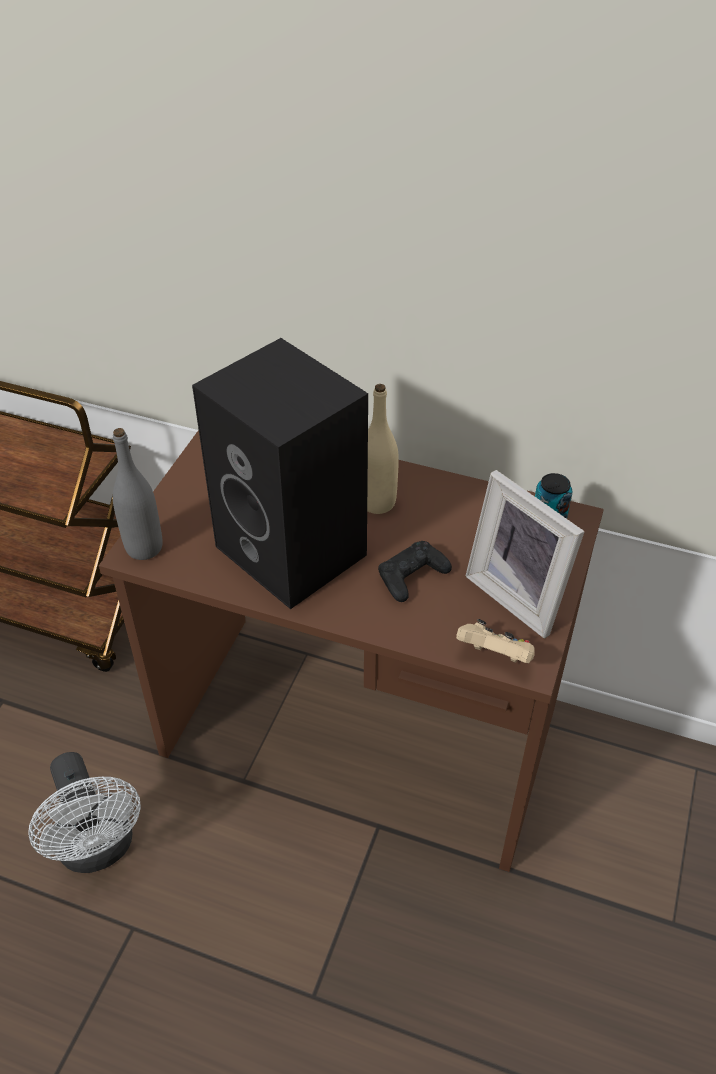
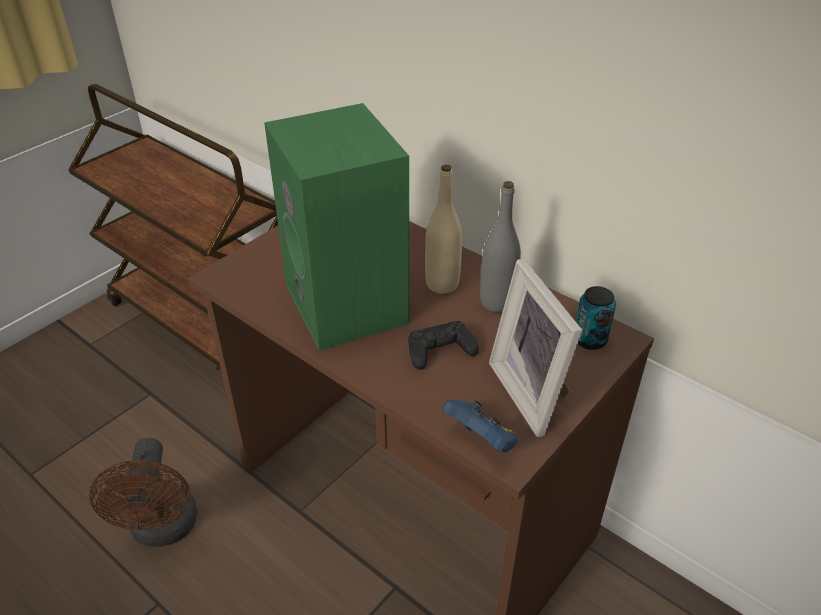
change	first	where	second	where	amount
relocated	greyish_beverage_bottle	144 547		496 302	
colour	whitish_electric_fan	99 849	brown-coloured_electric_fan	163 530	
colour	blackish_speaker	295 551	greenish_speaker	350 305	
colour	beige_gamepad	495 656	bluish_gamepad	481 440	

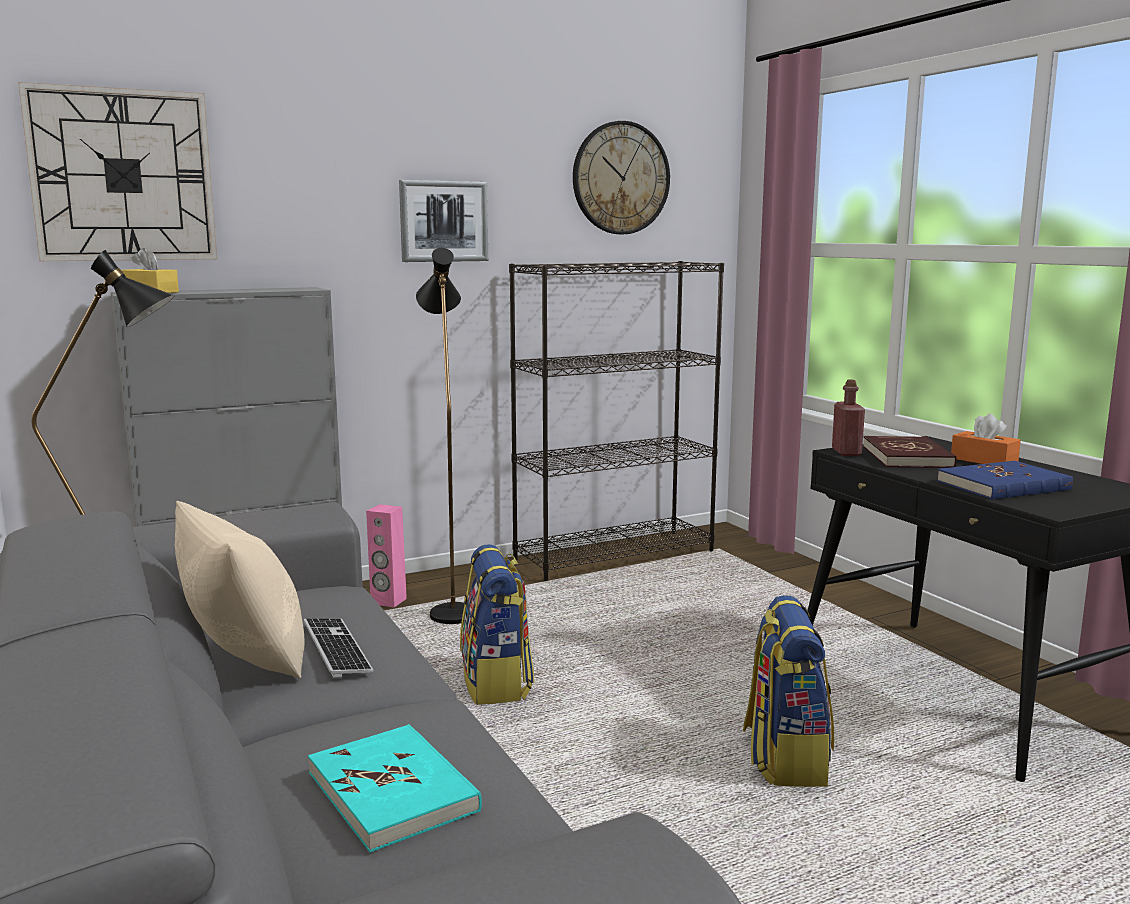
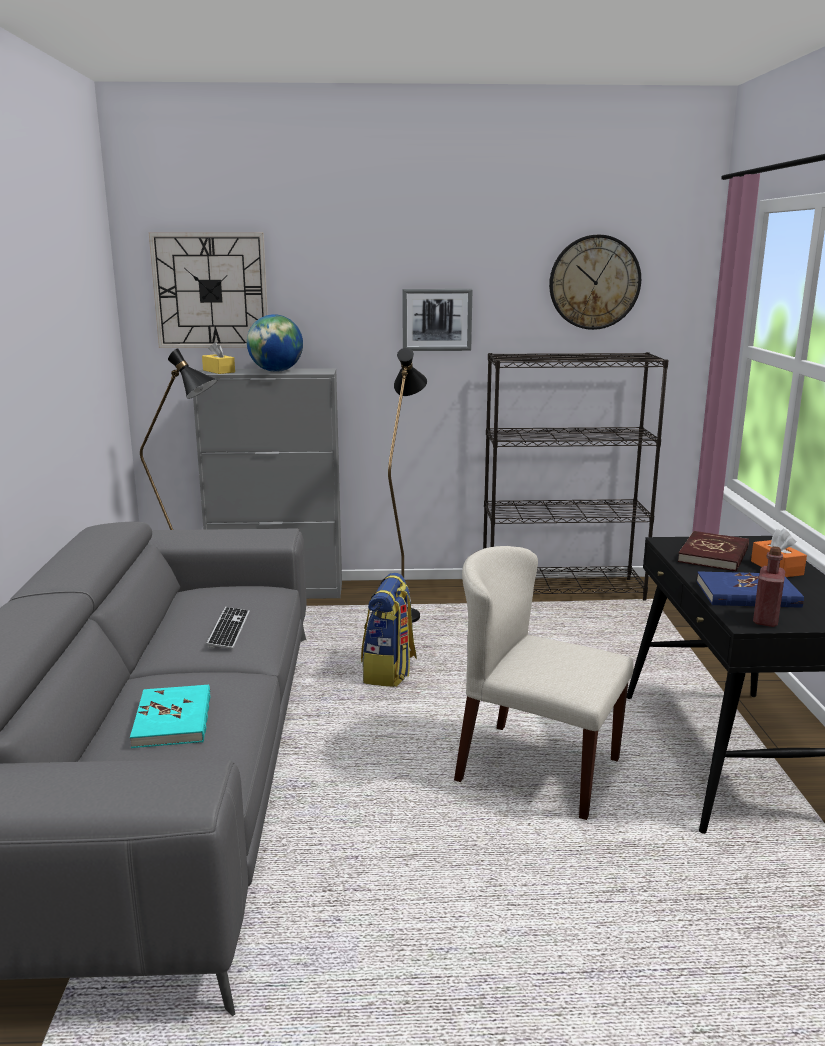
change	first	where	second	where	amount
missing	beige_cushion	246 655			
missing	pink-coloured_speaker	388 601			
appeared			globe	276 371	
relocated	red-coloured_beverage_bottle	846 452		765 619	
exchanged	backpack	784 758	beige_chair	536 769	

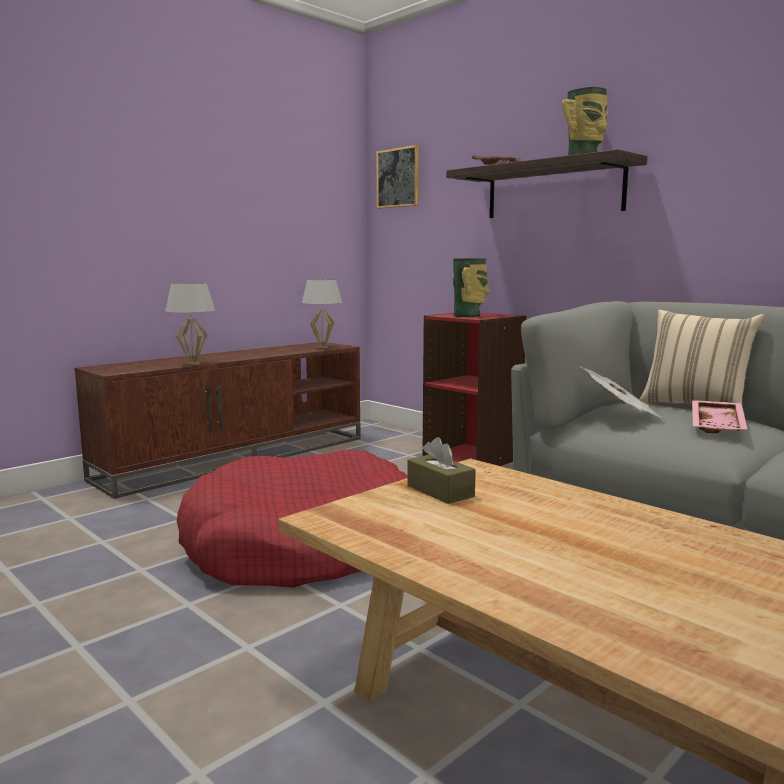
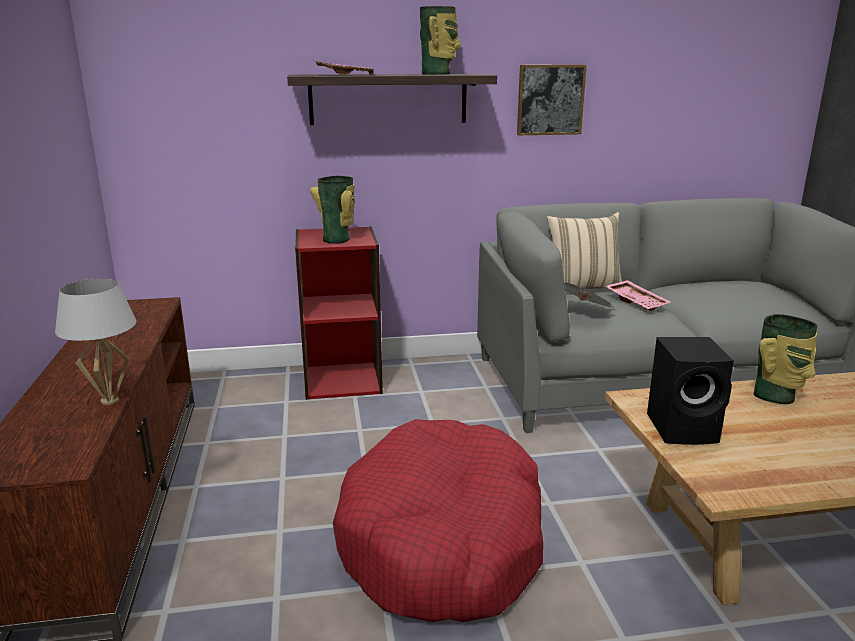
change	first	where	second	where	amount
missing	whitish_tabletop_lamp	322 347			
appeared			vase	776 397	
relocated	picture	398 178		550 100	
exchanged	brown-coloured_tissue_box	440 491	blackish_speaker	684 429	

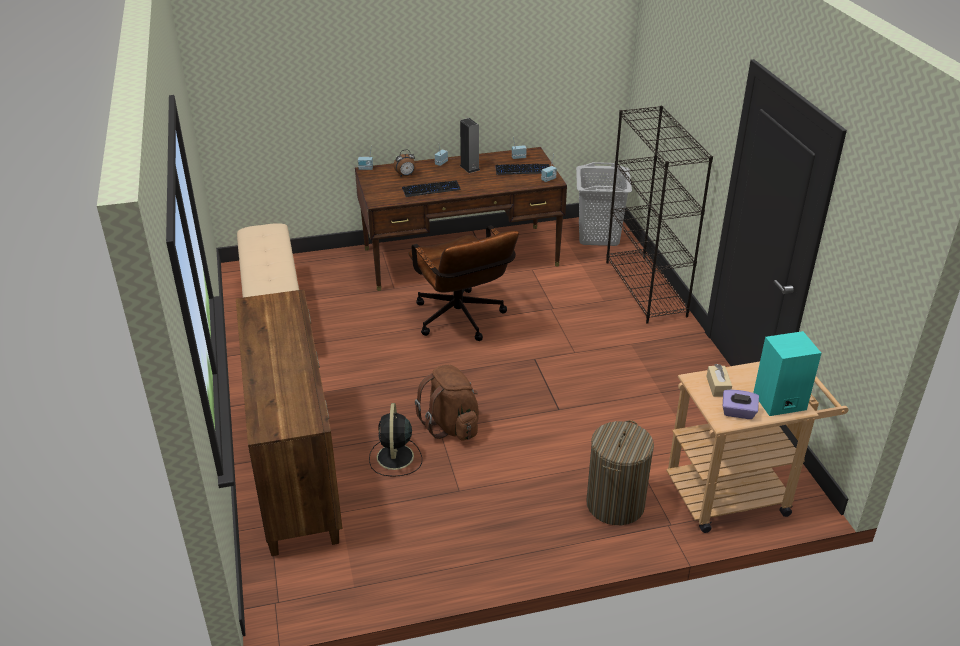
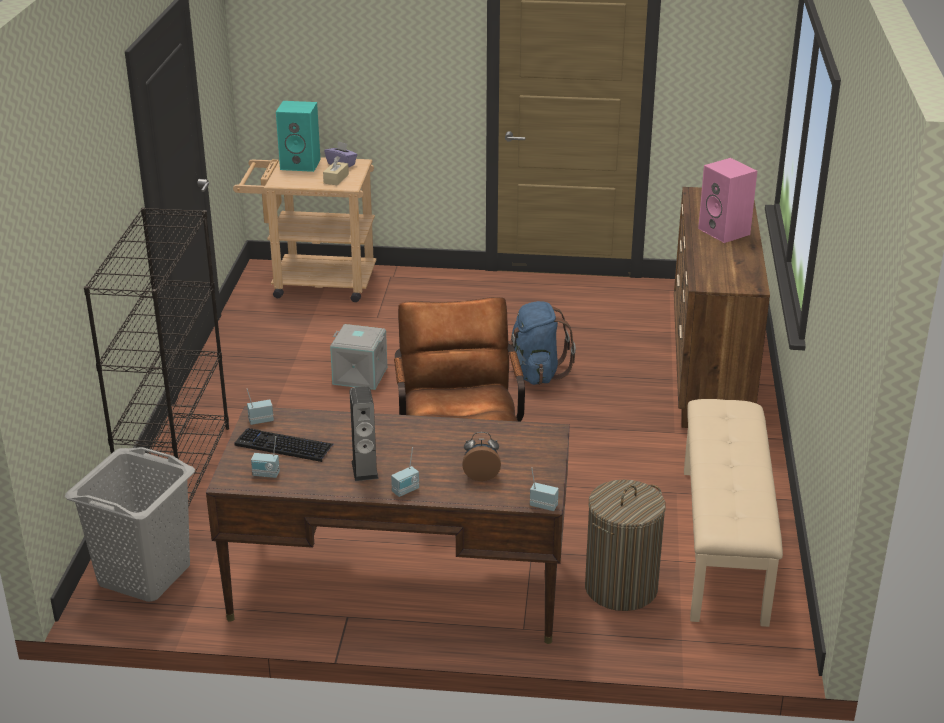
change	first	where	second	where	amount
missing	blackish_electric_fan	395 458			
missing	PC_keyboard	431 189			
appeared			greyish_storage_container	359 376	
appeared			pink-coloured_speaker	725 232	
relocated	hamper	615 504		621 588	
colour	brown-coloured_backpack	451 425	bluish_backpack	536 373	

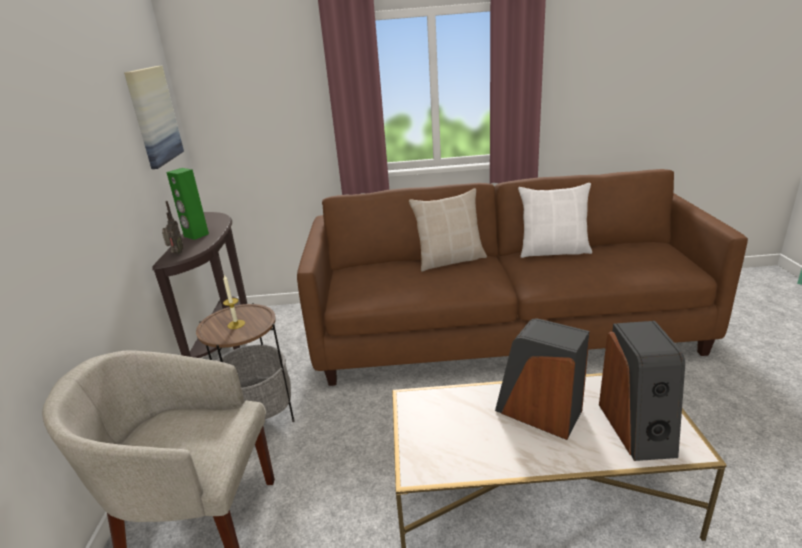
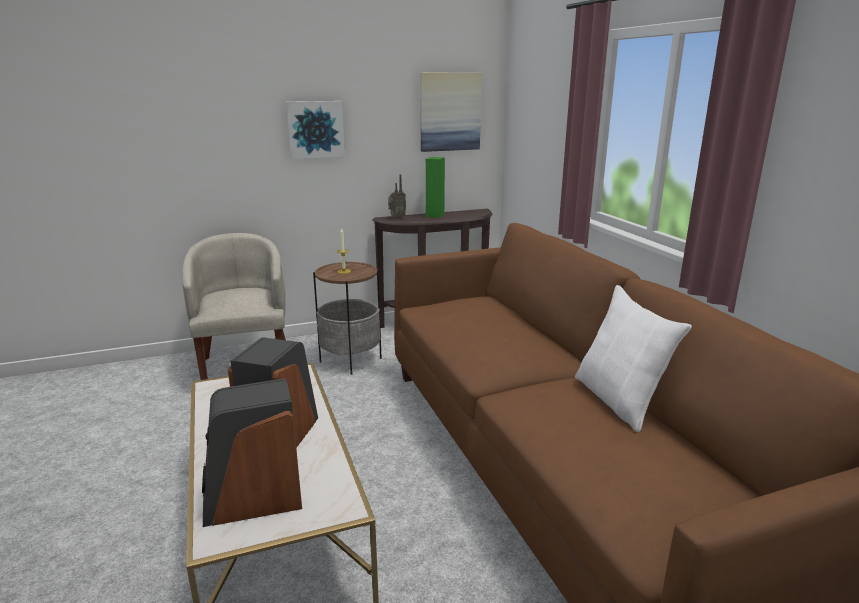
change	first	where	second	where	amount
missing	beige_cushion	450 260			
appeared			picture	315 129	

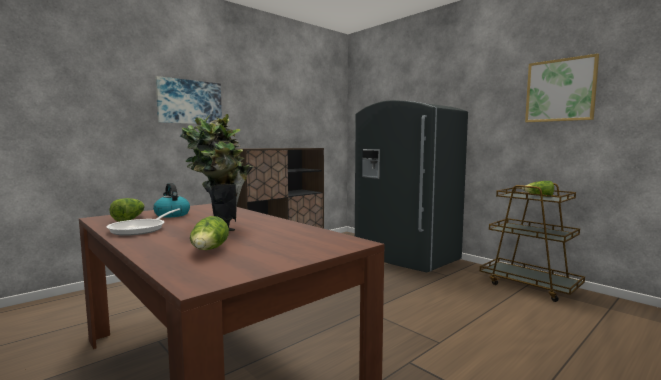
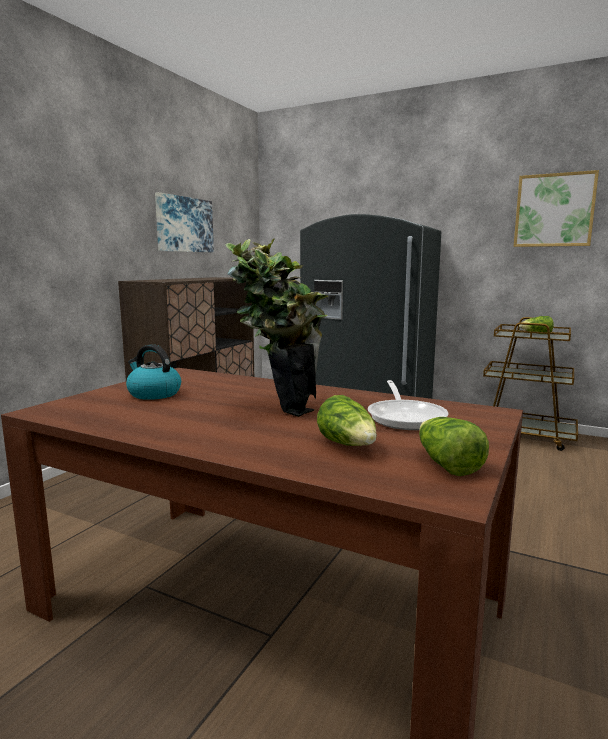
change	first	where	second	where	amount
relocated	frying_pan	141 229		405 417	
relocated	lettuce	129 219		446 465	
relocated	picture	189 102		184 224	

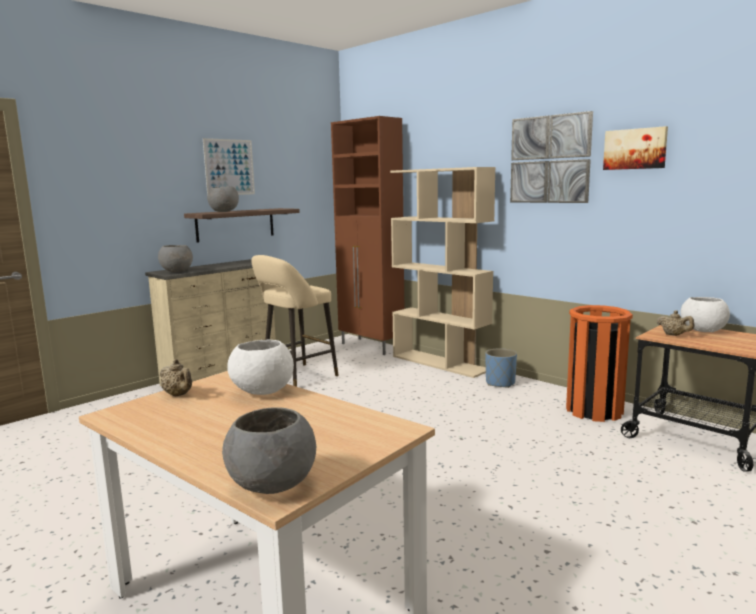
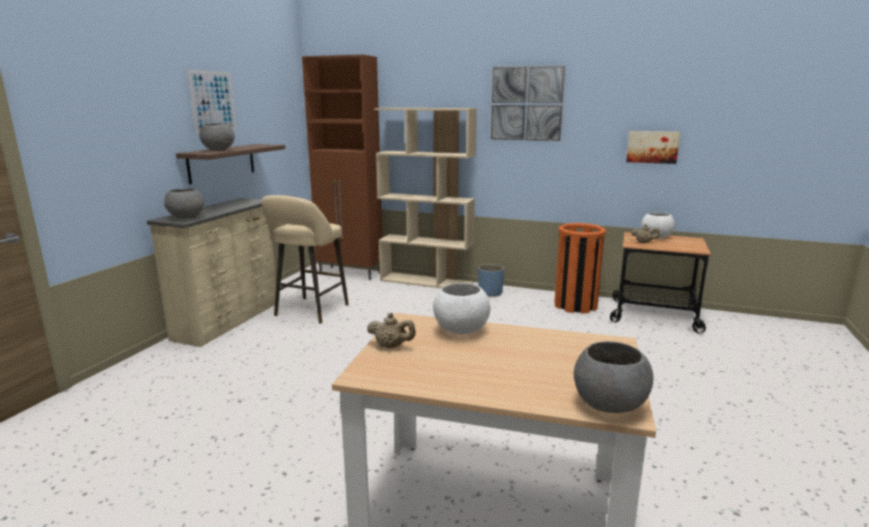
change	first	where	second	where	amount
relocated	picture	635 149		652 147	

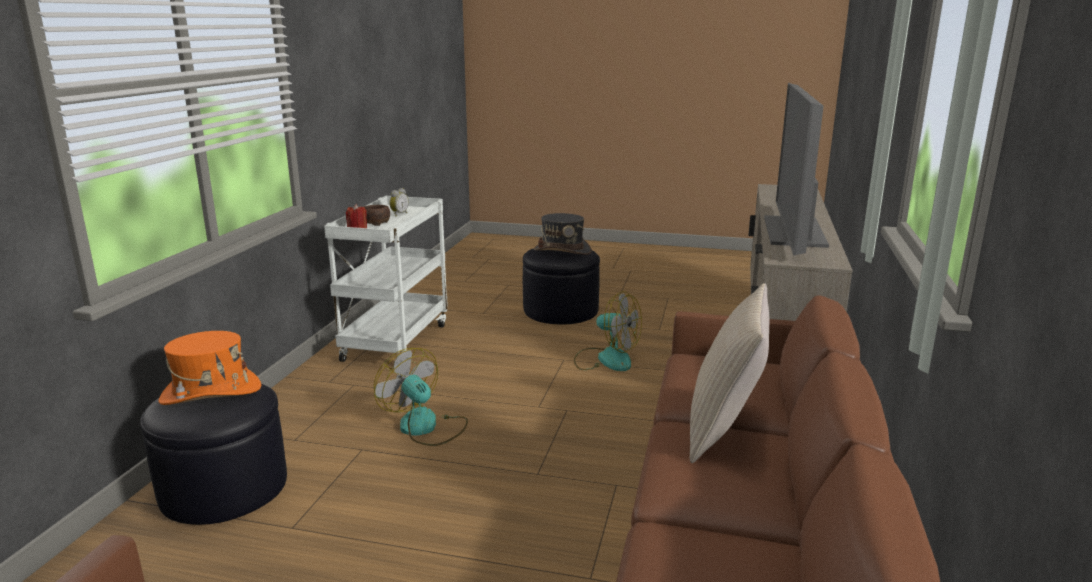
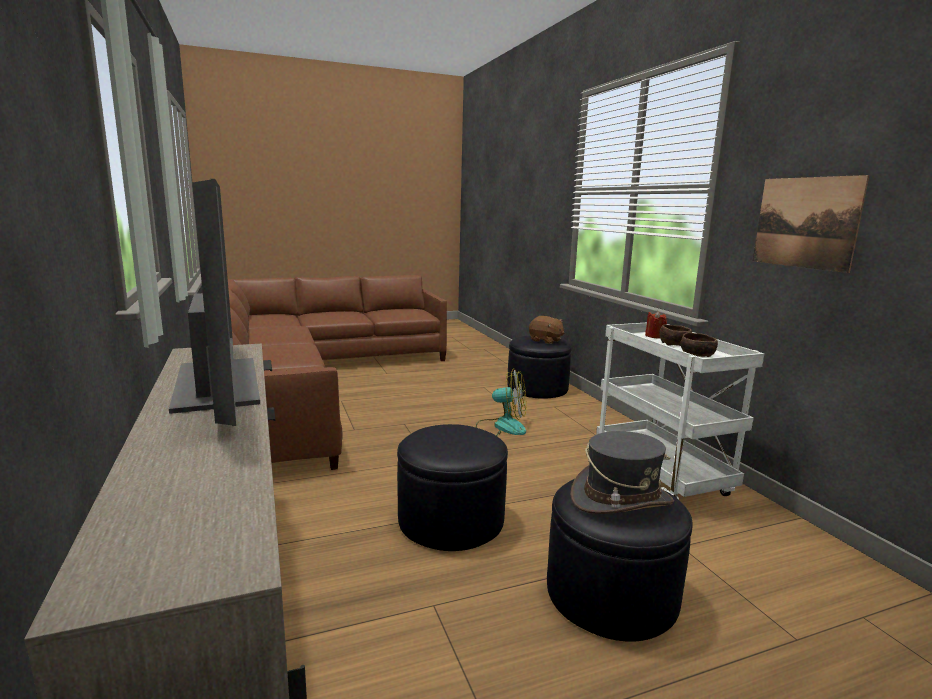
change	first	where	second	where	amount
missing	beige_cushion	724 429			
appeared			picture	805 222	
exchanged	orange_wearable_hat	211 393	brown-coloured_plush_toy	545 341	
exchanged	bedside_clock	398 214	brown-coloured_serving_bowl	698 355	
exchanged	electric_fan	606 359	blackish_pouffe	451 520	

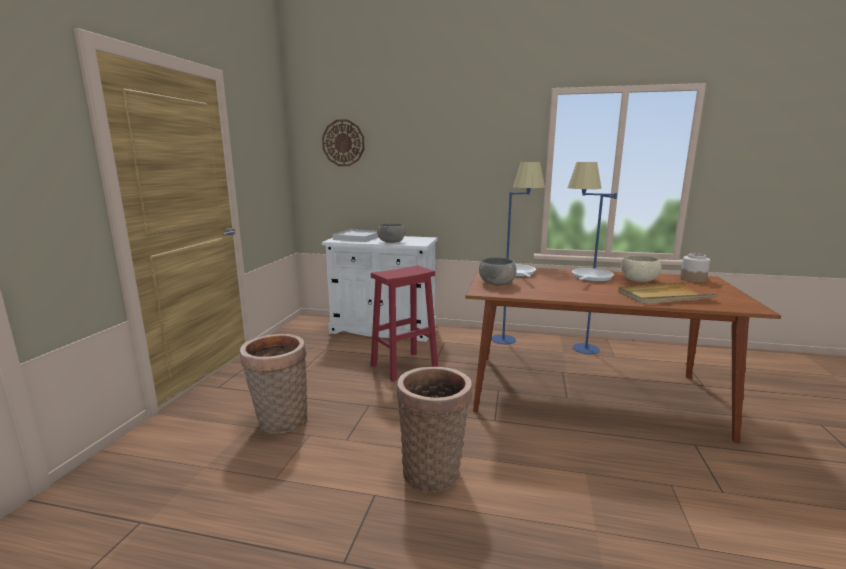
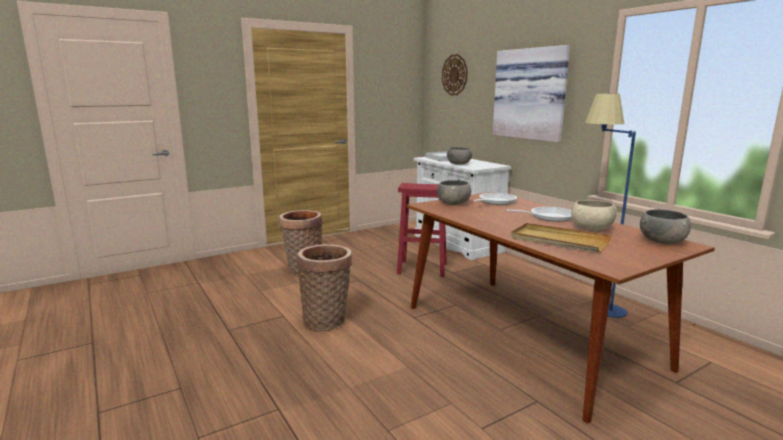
change	first	where	second	where	amount
missing	bluish_floor_lamp	512 342			
appeared			picture	531 94	
exchanged	preserve_jar	693 279	greyish_serving_bowl	662 241	

